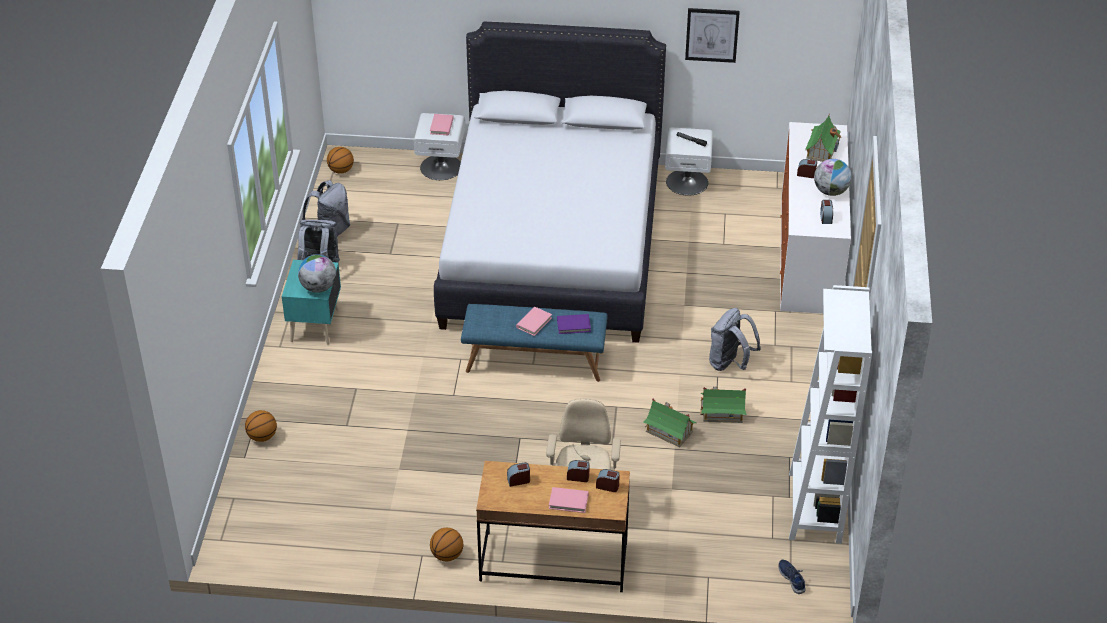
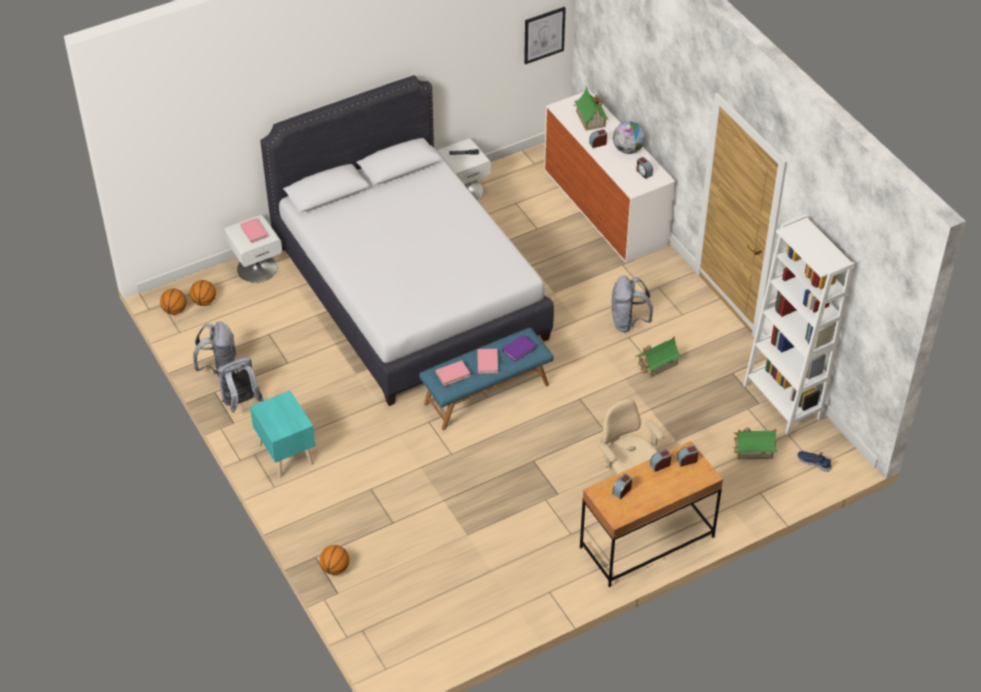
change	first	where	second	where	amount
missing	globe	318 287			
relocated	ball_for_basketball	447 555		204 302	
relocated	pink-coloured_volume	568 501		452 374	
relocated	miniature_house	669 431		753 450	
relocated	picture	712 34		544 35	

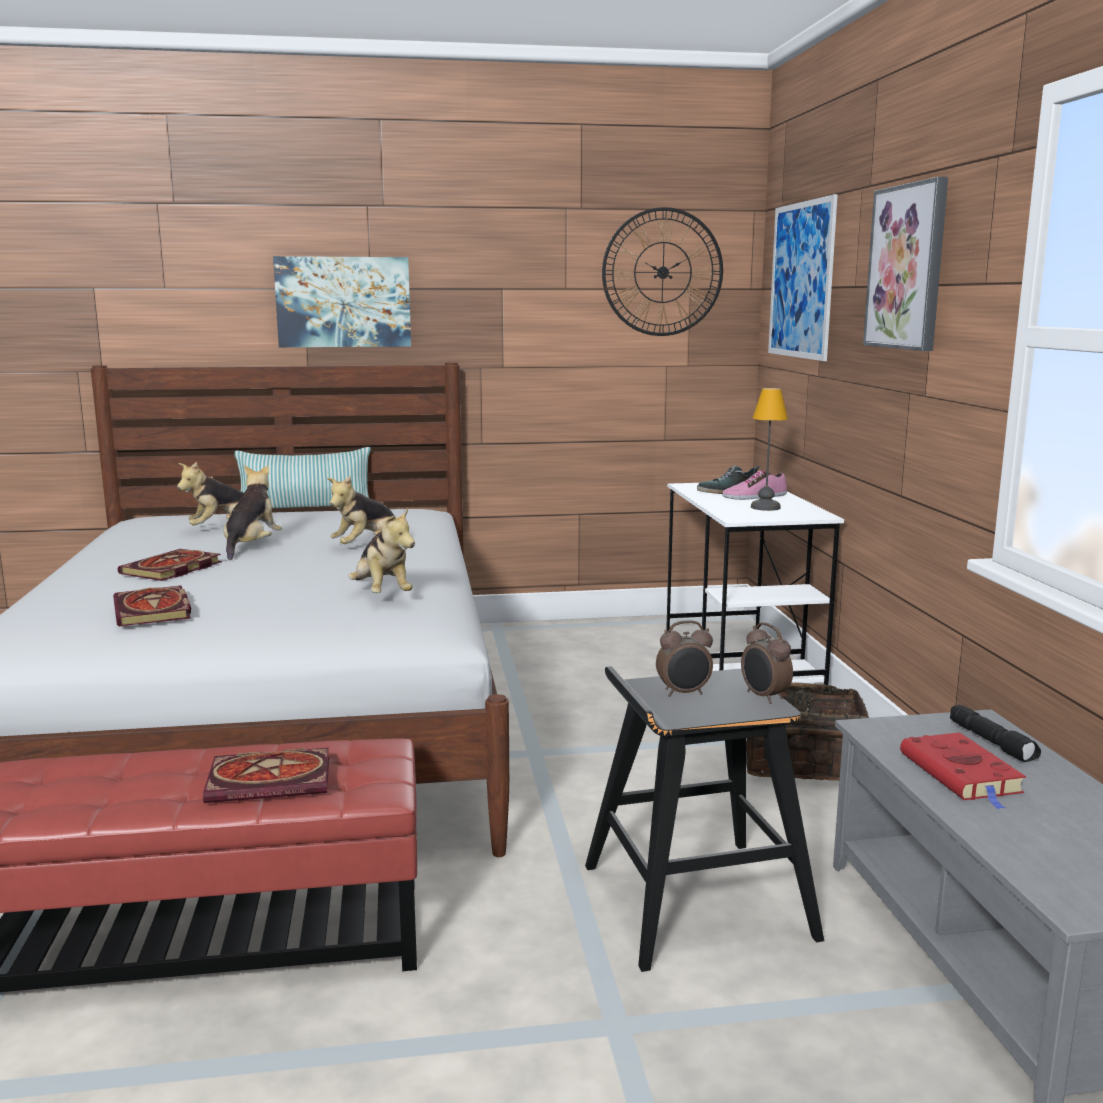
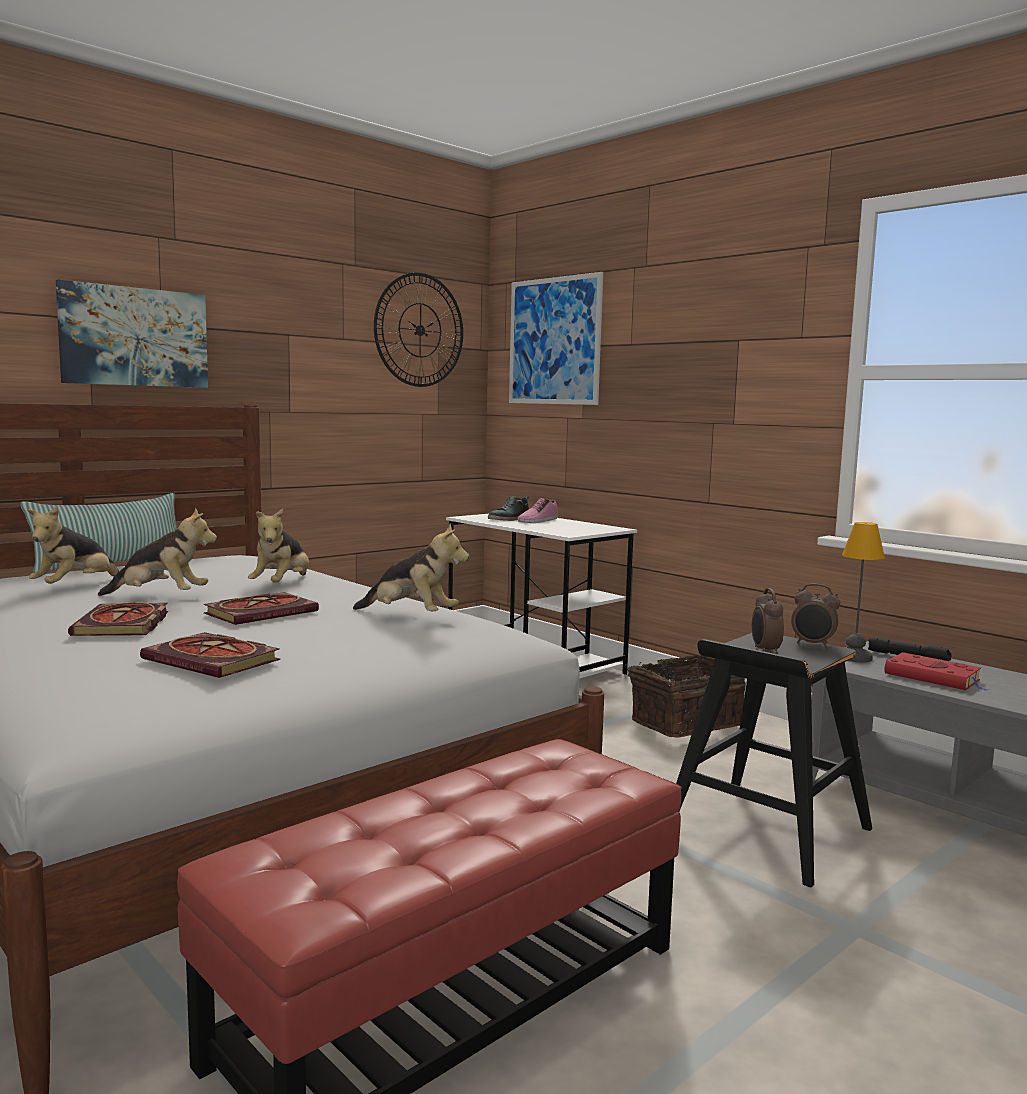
change	first	where	second	where	amount
missing	picture	907 267			
relocated	volume	273 779		262 612	
relocated	tabletop_lamp	764 507		853 657	
spun	plush_toy	252 547		160 597	120 degrees clockwise
spun	bedside_clock	684 693		764 651	135 degrees clockwise

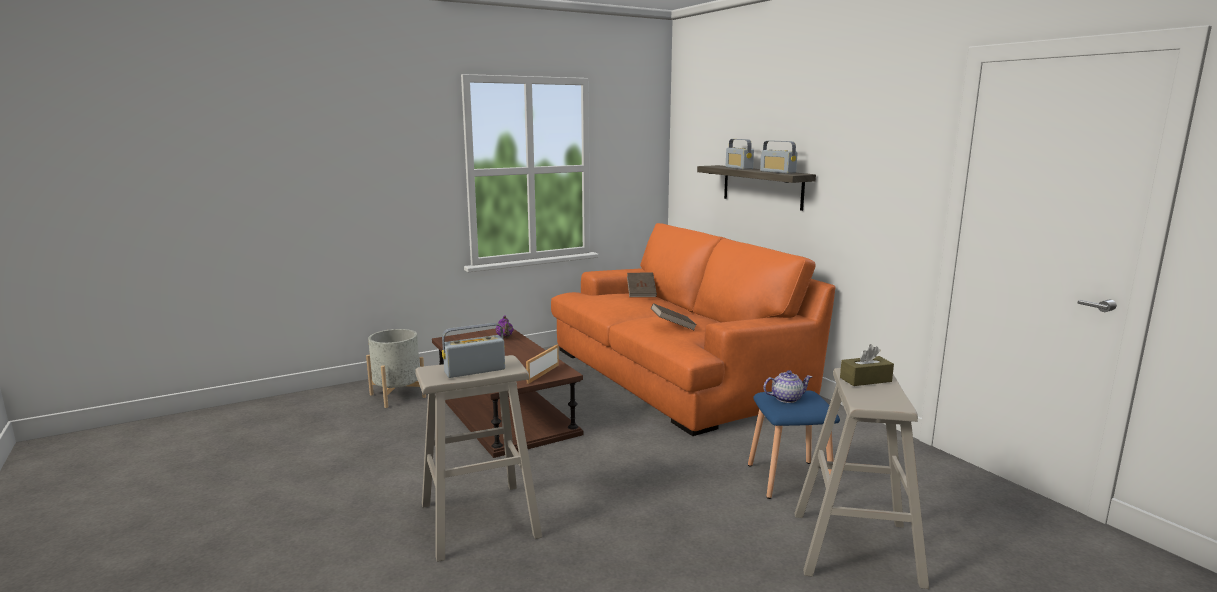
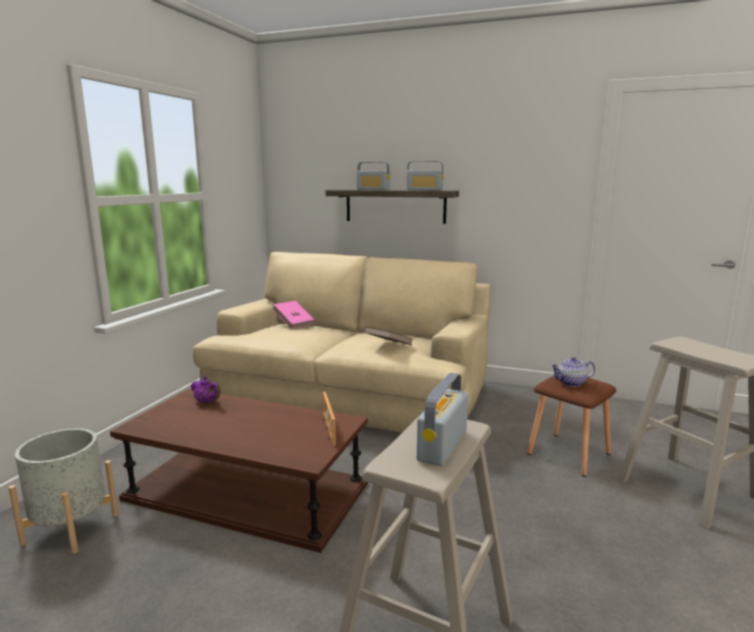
change	first	where	second	where	amount
missing	brown-coloured_tissue_box	865 379			
colour	orange_settee	676 373	beige_settee	349 393	
colour	brown-coloured_volume	641 293	pink-coloured_volume	294 323	
colour	bluish_stool_seat	788 478	brown-coloured_stool_seat	567 453	
spun	pot_for_tea	786 398		571 383	135 degrees counterclockwise

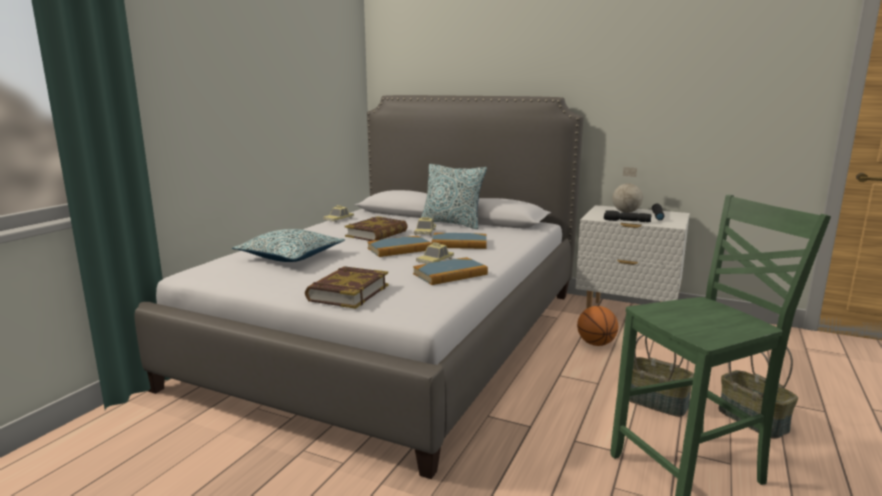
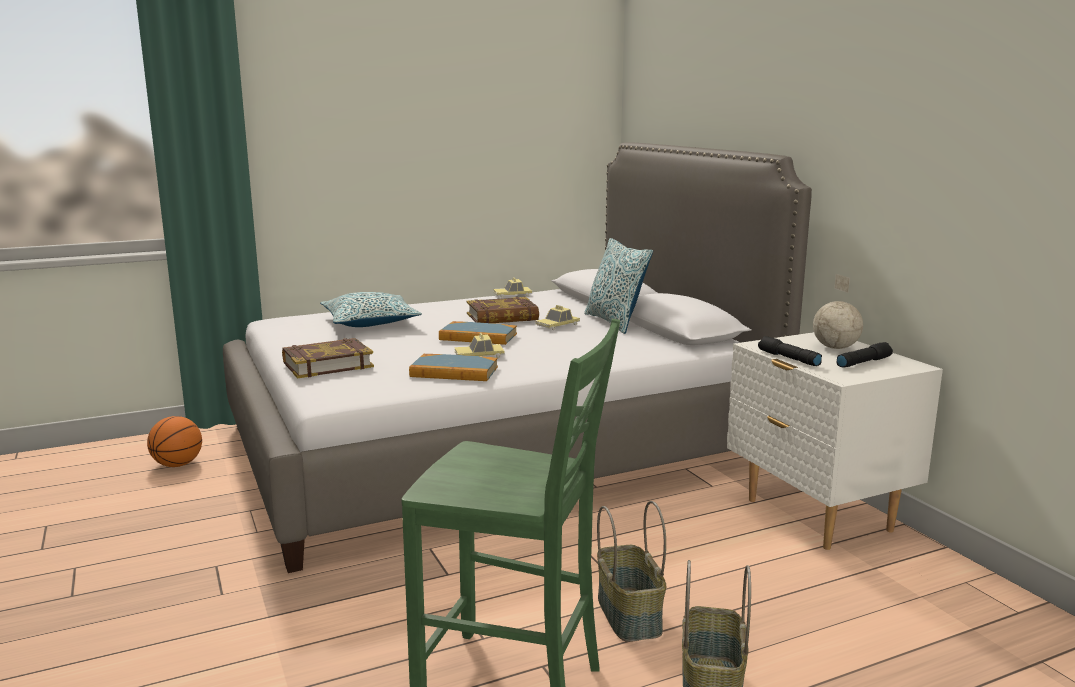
change	first	where	second	where	amount
missing	volume	459 244			
relocated	ball_for_basketball	596 344		177 464	

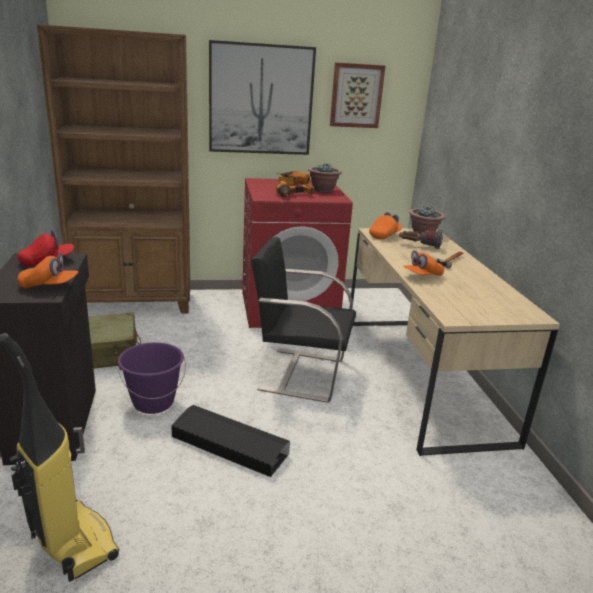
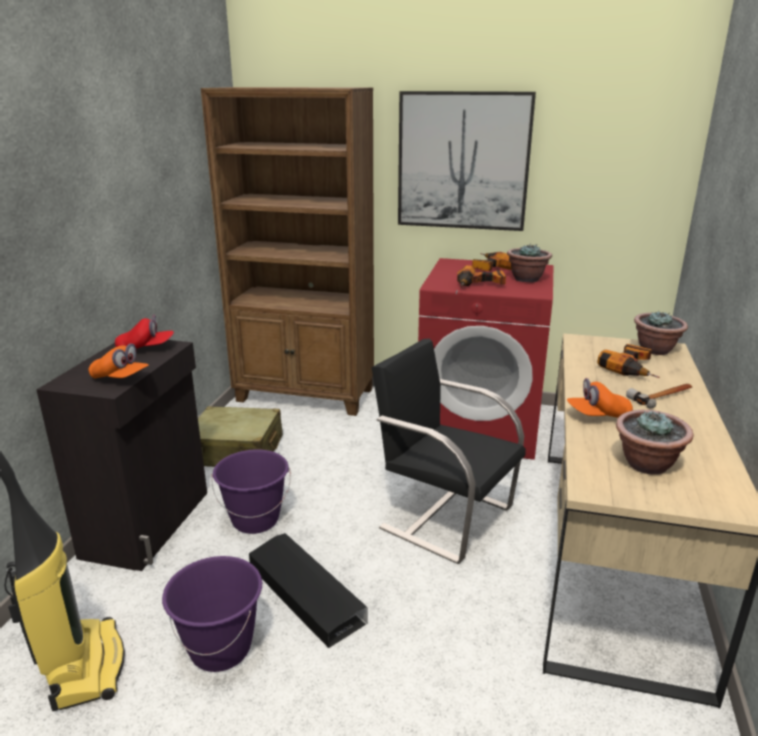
change	first	where	second	where	amount
missing	picture	356 95			
missing	orange_peaked_cap	384 235			
appeared			purple-coloured_bucket	221 648	
appeared			houseplant	647 465	
exchanged	flashlight	419 246	power_drill	632 368	

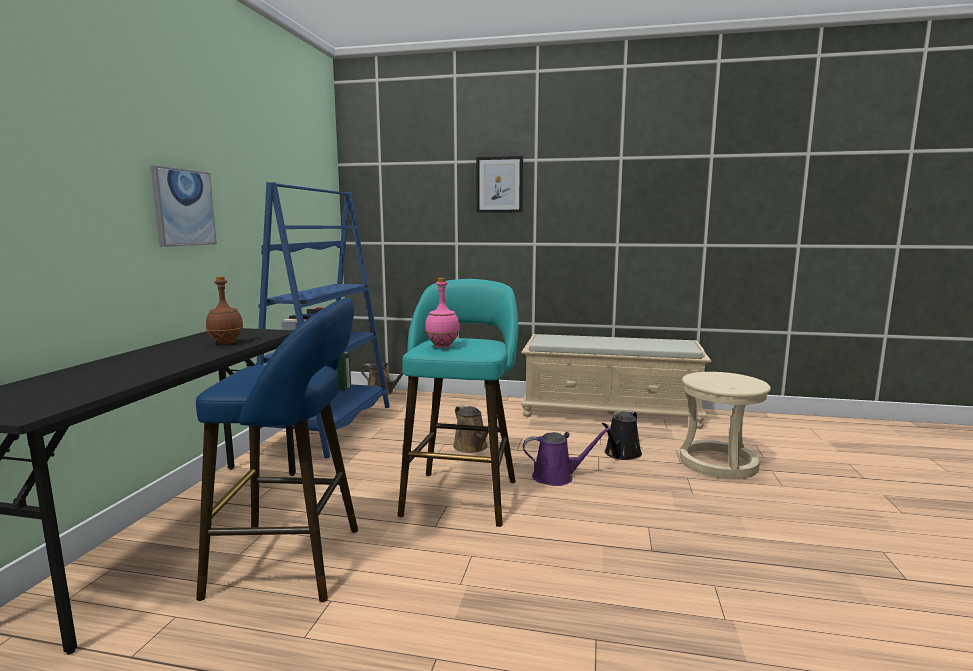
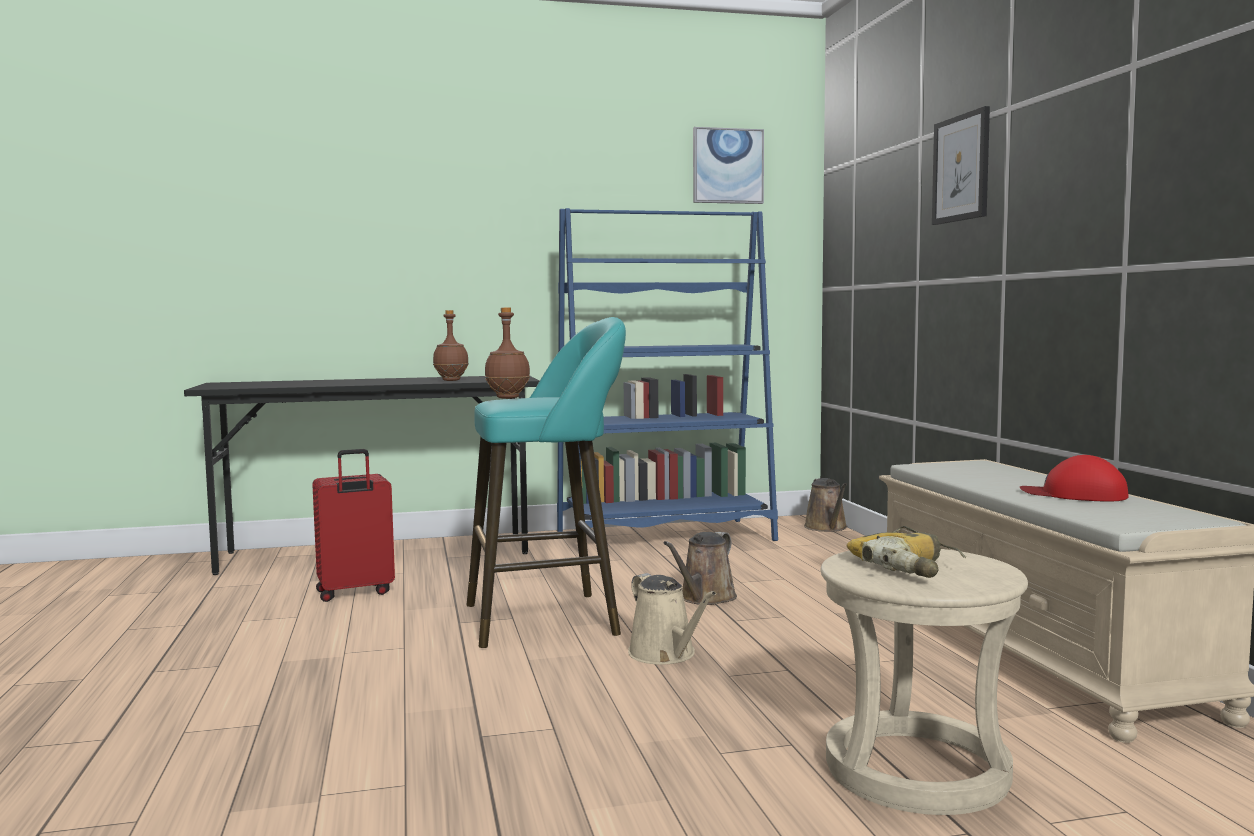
change	first	where	second	where	amount
missing	blackish_watering_can	621 454			
appeared			power_drill	910 566	
appeared			red-coloured_peaked_cap	1075 494	
relocated	picture	183 207		727 166	
exchanged	bluish_stool_seat	295 561	red-coloured_travel_case	355 593	
colour	pink-coloured_beverage_bottle	443 346	brown-coloured_beverage_bottle	507 398	
colour	purple-coloured_watering_can	557 477	beige_watering_can	665 654	

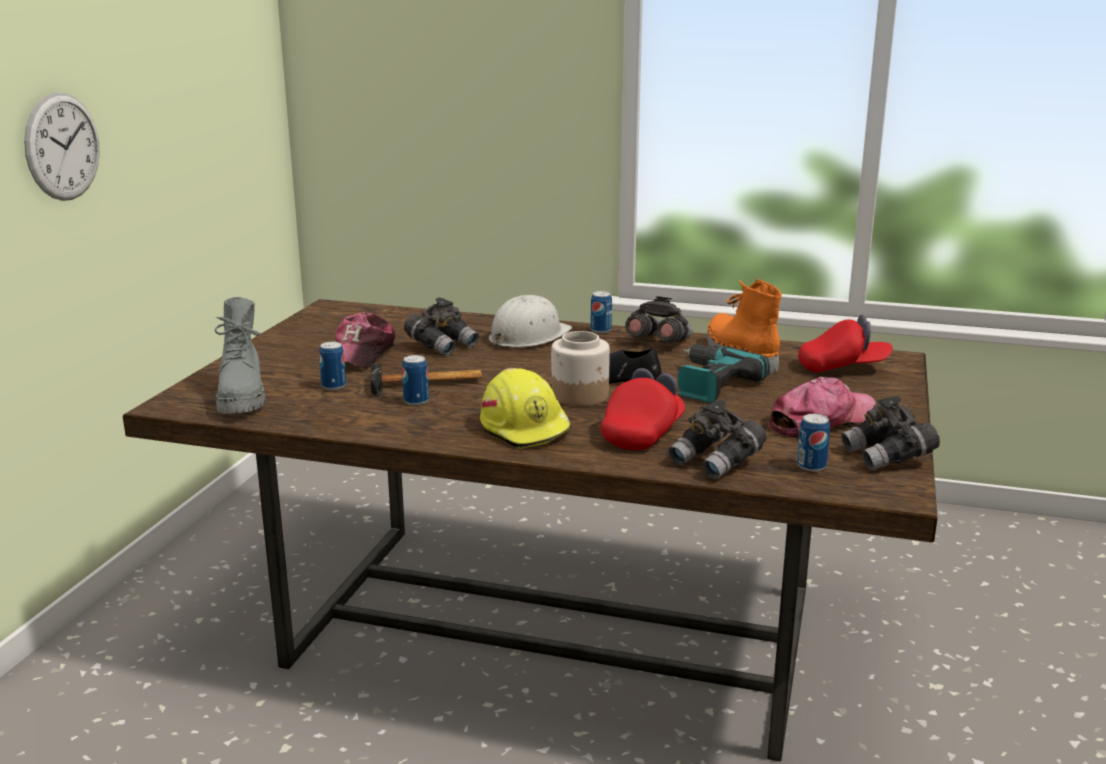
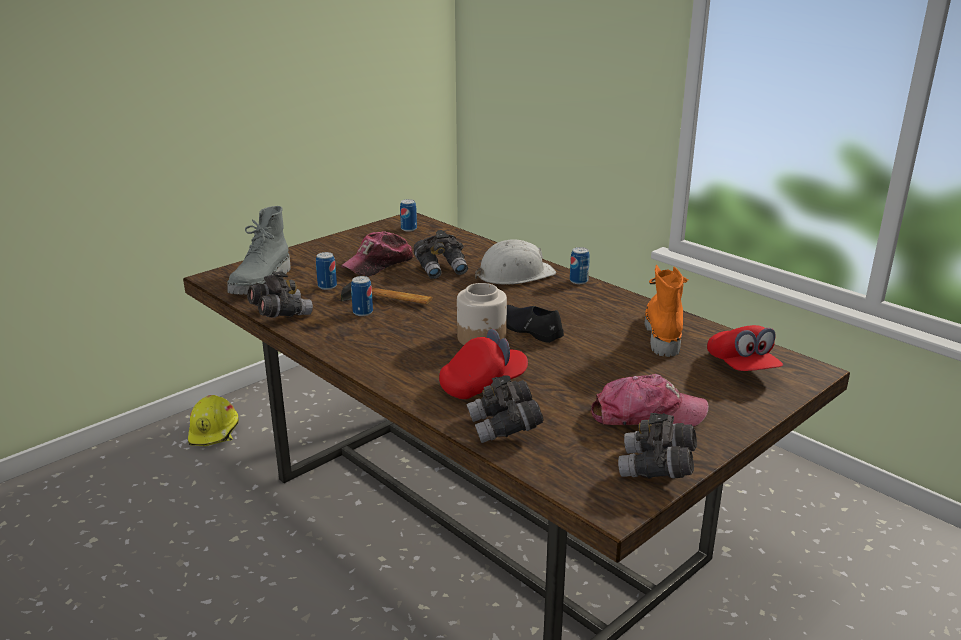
change	first	where	second	where	amount
missing	clock_on_the_wall	63 147			
missing	power_drill	709 384			
relocated	yellow-coloured_work_helmet	526 428		214 431	
relocated	greyish_pair_of_binoculars	658 343		280 313	
relocated	metal_can	811 466		409 229	
spun	red-coloured_peaked_cap	843 368		742 367	45 degrees clockwise

